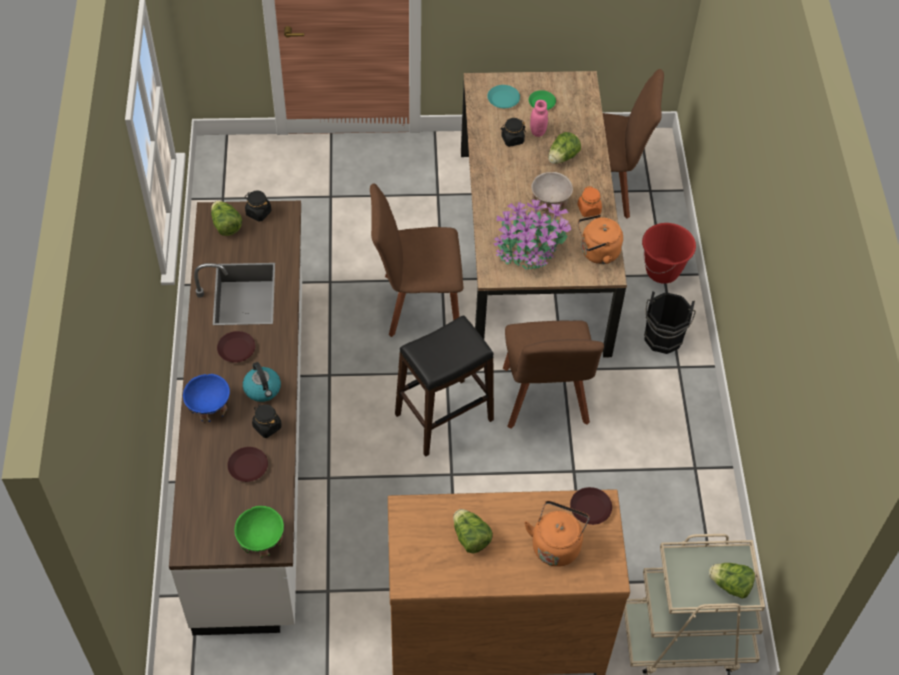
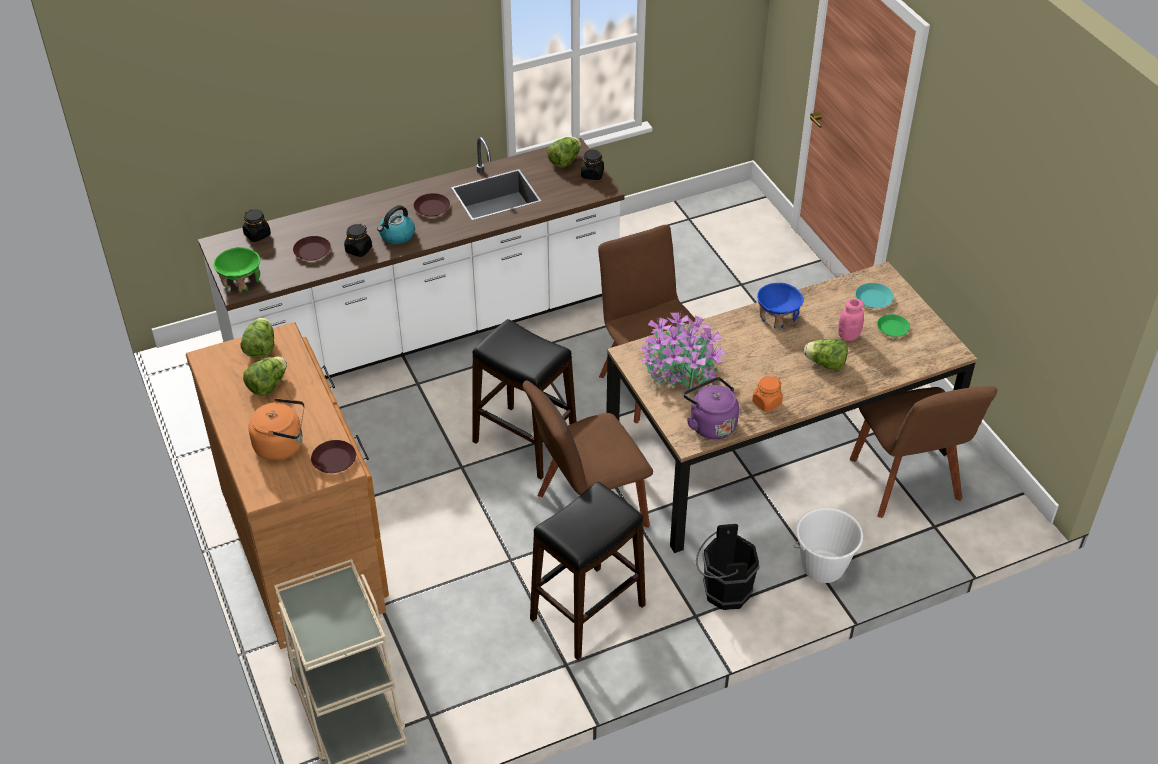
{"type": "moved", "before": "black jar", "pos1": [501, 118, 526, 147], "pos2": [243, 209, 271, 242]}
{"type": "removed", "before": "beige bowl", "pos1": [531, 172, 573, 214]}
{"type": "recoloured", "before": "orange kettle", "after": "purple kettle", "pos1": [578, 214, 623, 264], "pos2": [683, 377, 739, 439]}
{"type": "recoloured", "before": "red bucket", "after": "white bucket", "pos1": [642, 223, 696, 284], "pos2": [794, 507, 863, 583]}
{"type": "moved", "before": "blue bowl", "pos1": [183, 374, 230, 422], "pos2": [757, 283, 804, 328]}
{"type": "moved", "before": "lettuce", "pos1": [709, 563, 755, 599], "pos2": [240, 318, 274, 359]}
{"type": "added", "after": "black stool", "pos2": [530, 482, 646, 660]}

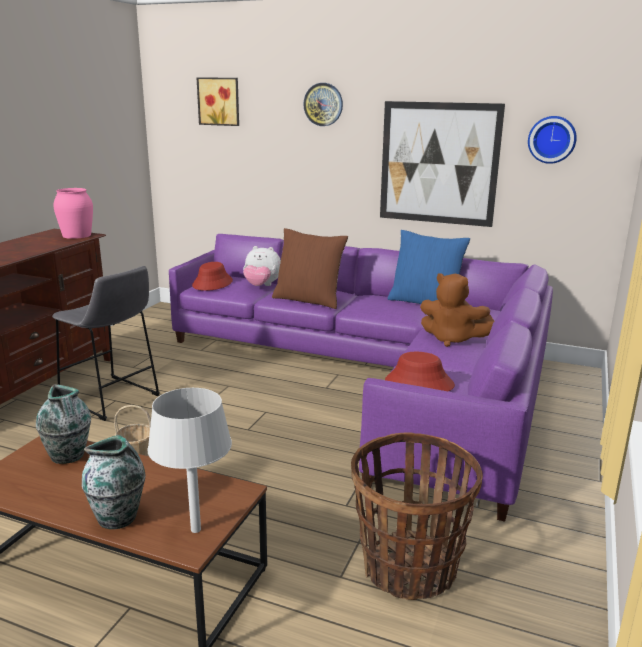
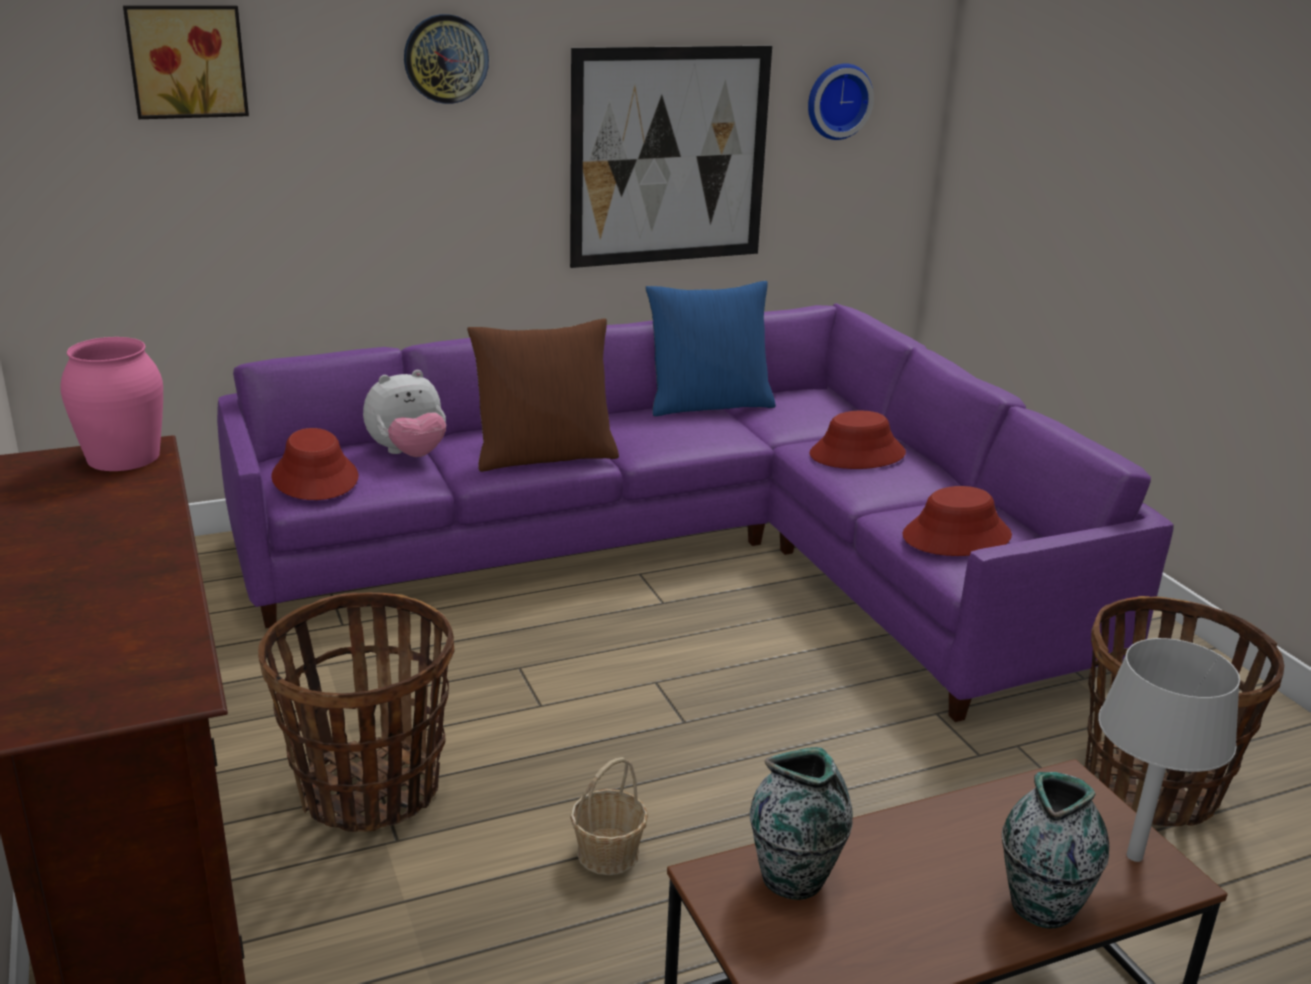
{"type": "replaced", "before": "grey stool", "after": "basket", "pos1": [52, 266, 160, 421], "pos2": [258, 592, 454, 832]}
{"type": "replaced", "before": "brown plush toy", "after": "red hat", "pos1": [420, 273, 494, 347], "pos2": [809, 411, 906, 469]}

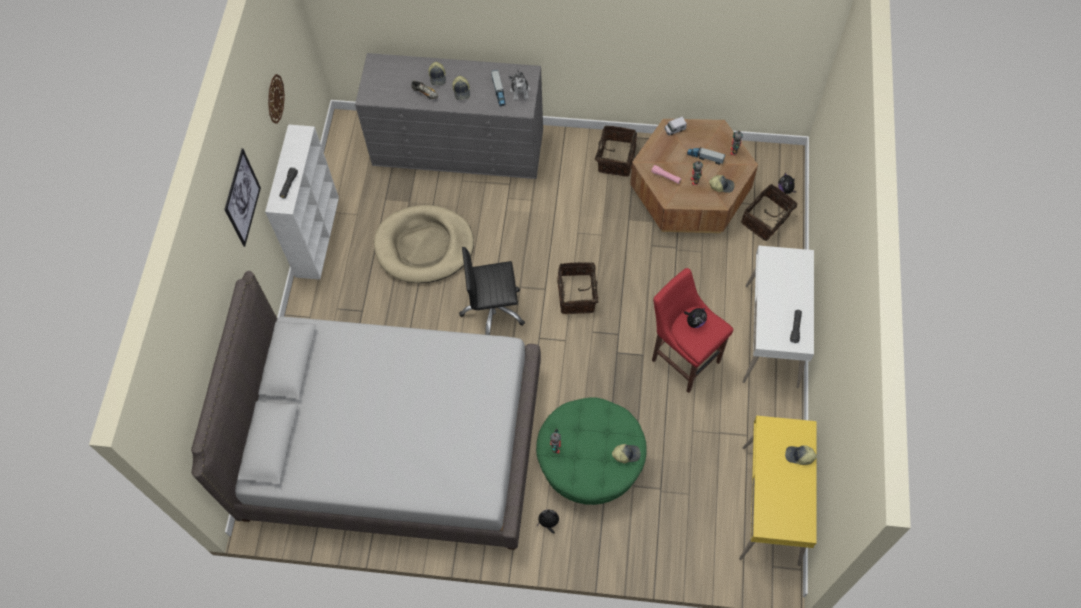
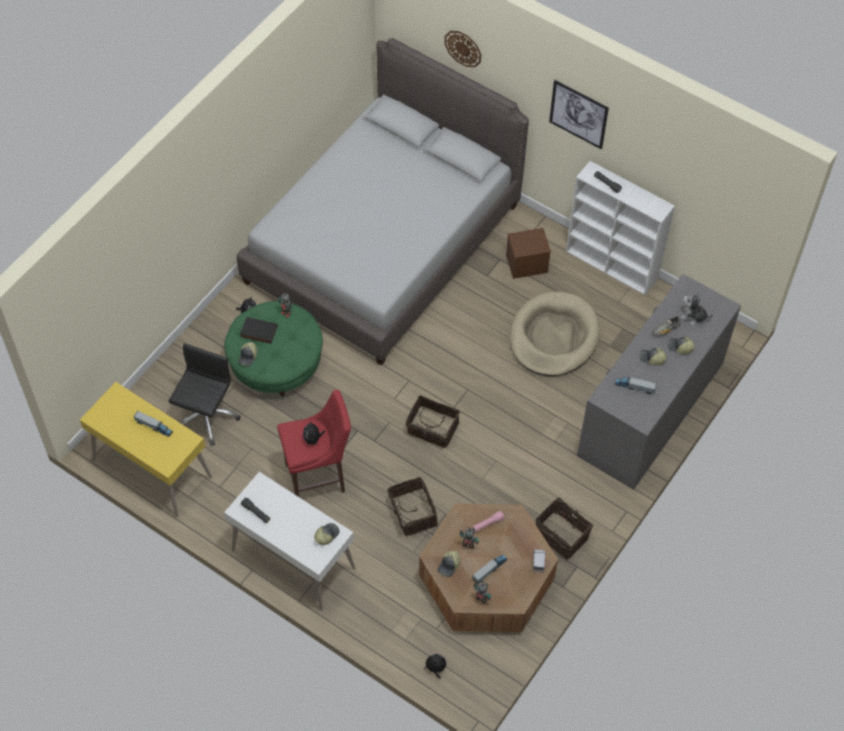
{"type": "moved", "before": "plush toy", "pos1": [508, 70, 530, 101], "pos2": [680, 291, 713, 326]}
{"type": "moved", "before": "wall clock", "pos1": [268, 74, 285, 124], "pos2": [444, 31, 481, 67]}
{"type": "moved", "before": "basket", "pos1": [741, 184, 797, 241], "pos2": [388, 477, 438, 536]}
{"type": "moved", "before": "black office chair", "pos1": [459, 247, 525, 335], "pos2": [169, 343, 240, 446]}
{"type": "moved", "before": "cap", "pos1": [785, 445, 817, 465], "pos2": [315, 523, 340, 545]}
{"type": "added", "after": "brown storage box", "pos2": [506, 228, 551, 279]}
{"type": "added", "after": "black book", "pos2": [240, 317, 278, 344]}
{"type": "added", "after": "toy truck", "pos2": [133, 411, 173, 437]}

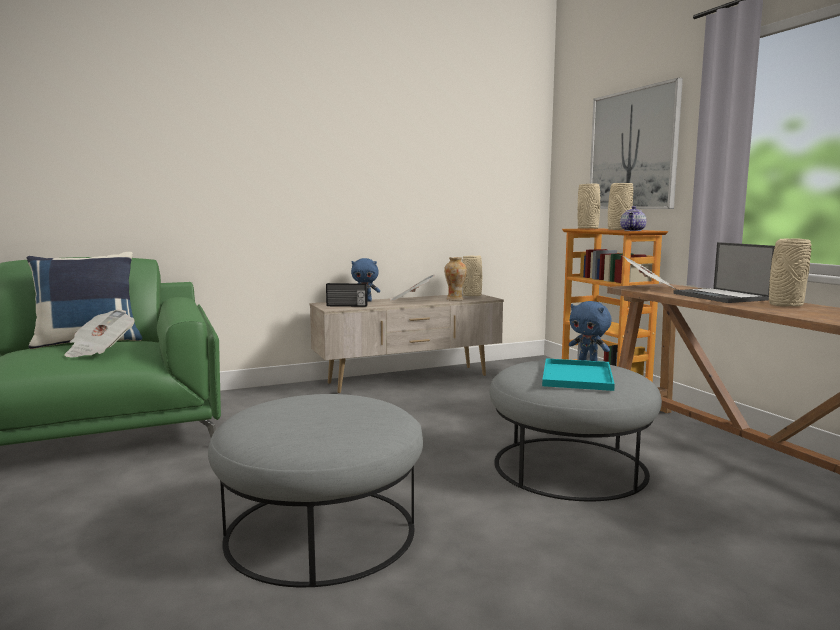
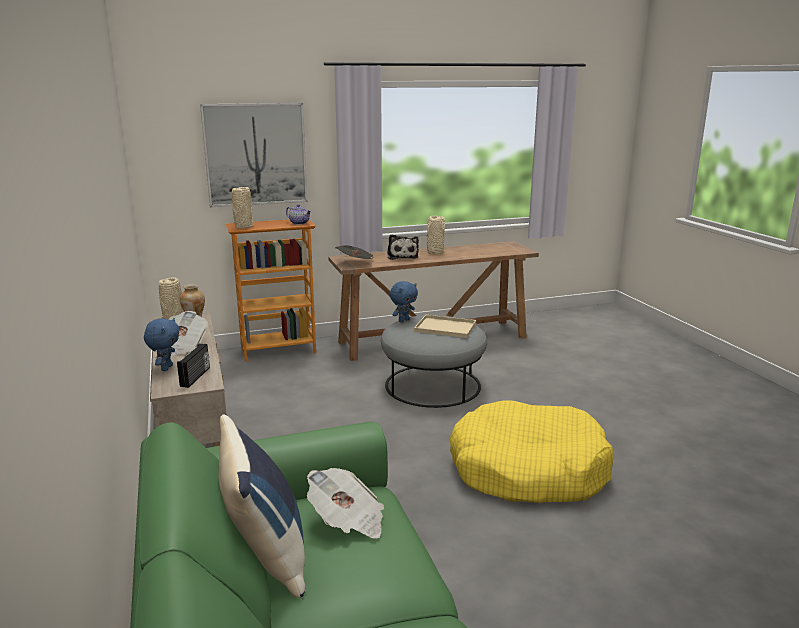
{"type": "removed", "before": "beige vase", "pos1": [608, 183, 633, 230]}
{"type": "replaced", "before": "laptop", "after": "plush toy", "pos1": [673, 242, 775, 303], "pos2": [387, 234, 419, 260]}
{"type": "recoloured", "before": "turquoise tray", "after": "beige tray", "pos1": [542, 358, 615, 391], "pos2": [414, 315, 476, 338]}
{"type": "replaced", "before": "grey ottoman", "after": "yellow dog bed", "pos1": [208, 394, 423, 587], "pos2": [450, 400, 614, 503]}

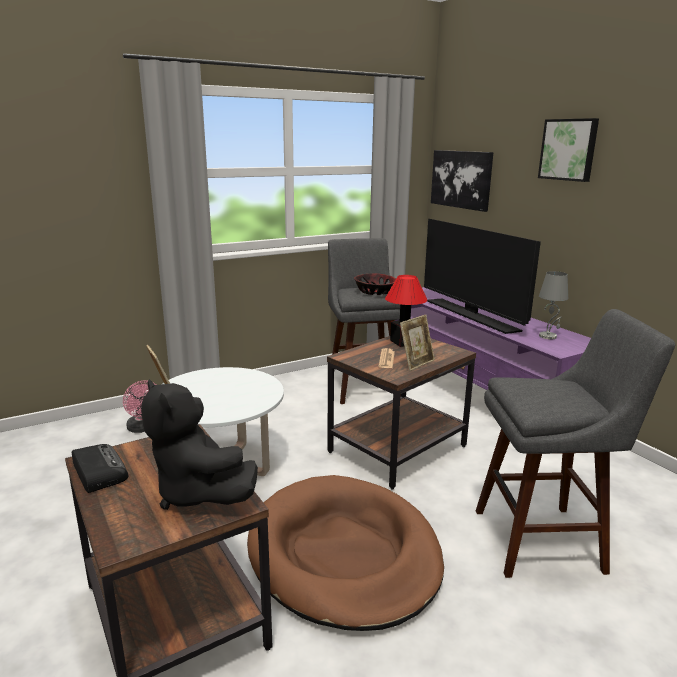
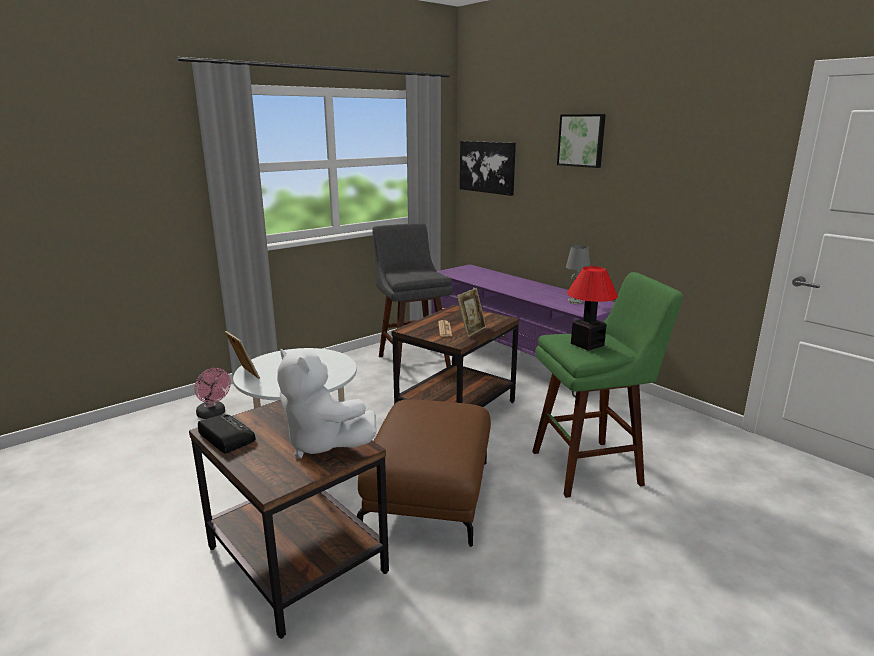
{"type": "removed", "before": "television", "pos1": [424, 219, 541, 334]}
{"type": "removed", "before": "bowl", "pos1": [354, 273, 396, 295]}
{"type": "moved", "before": "table lamp", "pos1": [385, 275, 427, 347], "pos2": [567, 266, 618, 351]}
{"type": "recoloured", "before": "grey stool", "after": "green stool", "pos1": [476, 309, 675, 578], "pos2": [532, 272, 683, 498]}
{"type": "recoloured", "before": "black plush toy", "after": "white plush toy", "pos1": [141, 379, 258, 510], "pos2": [277, 348, 377, 459]}
{"type": "replaced", "before": "brown dog bed", "after": "brown ottoman", "pos1": [247, 475, 444, 631], "pos2": [357, 399, 491, 547]}

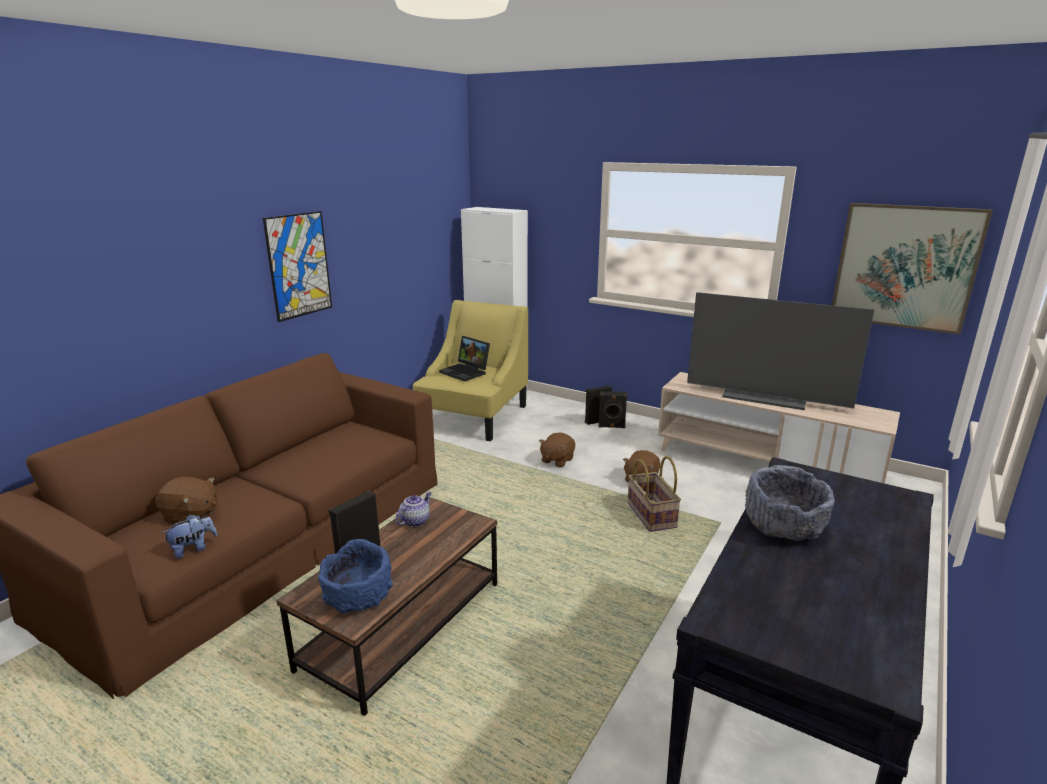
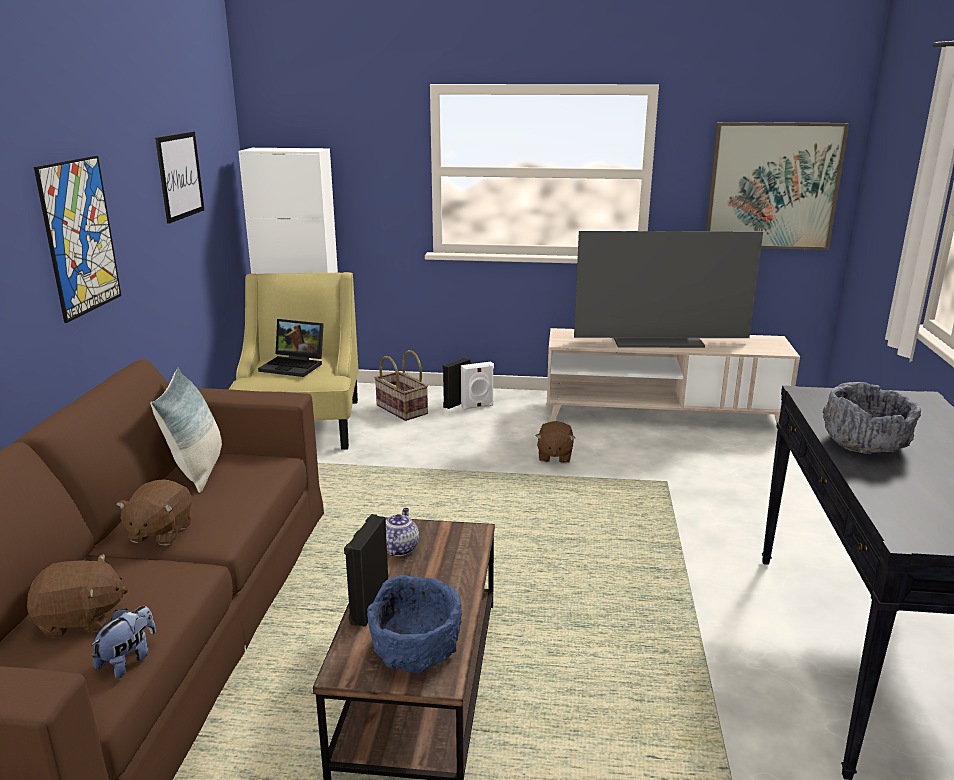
{"type": "recoloured", "before": "black speaker", "after": "white speaker", "pos1": [599, 391, 627, 428], "pos2": [461, 362, 494, 410]}
{"type": "moved", "before": "brown plush toy", "pos1": [539, 433, 575, 467], "pos2": [116, 479, 192, 546]}
{"type": "moved", "before": "basket", "pos1": [627, 456, 681, 532], "pos2": [374, 350, 428, 421]}
{"type": "added", "after": "picture", "pos2": [155, 132, 204, 224]}
{"type": "added", "after": "pillow", "pos2": [151, 368, 222, 493]}

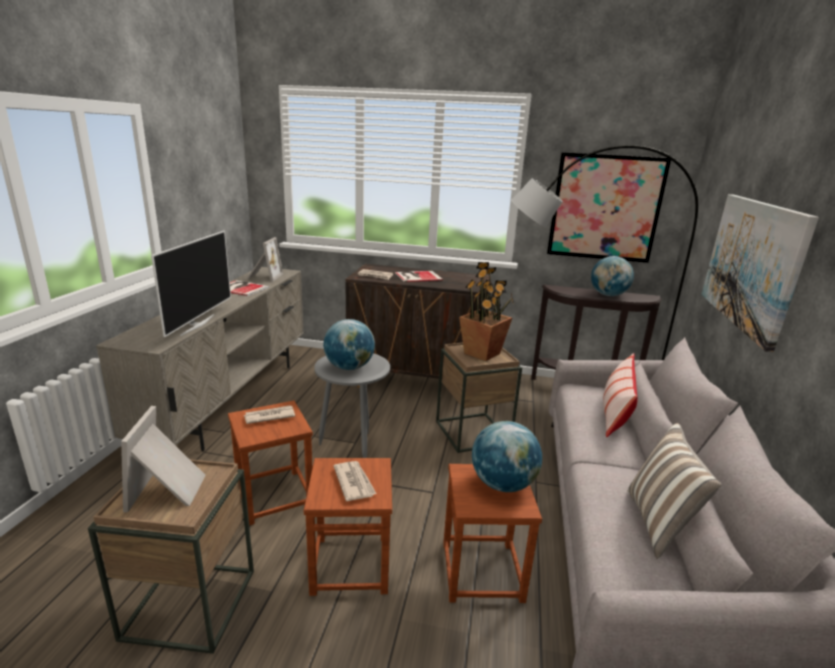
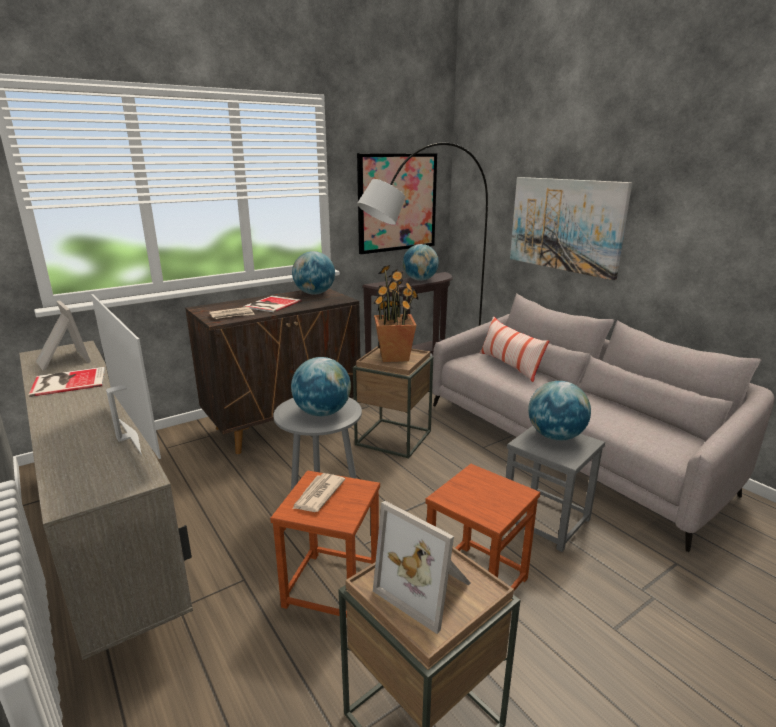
{"type": "removed", "before": "pillow", "pos1": [628, 423, 722, 559]}
{"type": "removed", "before": "newspaper", "pos1": [334, 461, 376, 501]}
{"type": "recoloured", "before": "brown stool", "after": "grey stool", "pos1": [443, 464, 542, 603], "pos2": [506, 426, 605, 552]}
{"type": "added", "after": "globe", "pos2": [292, 251, 335, 295]}

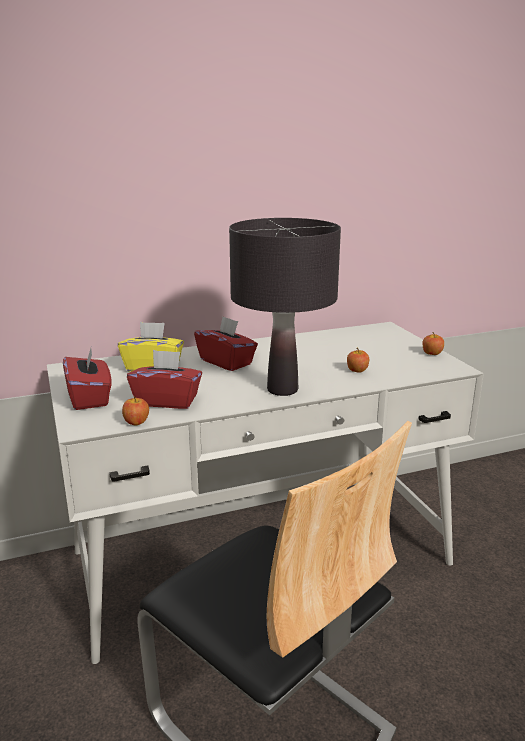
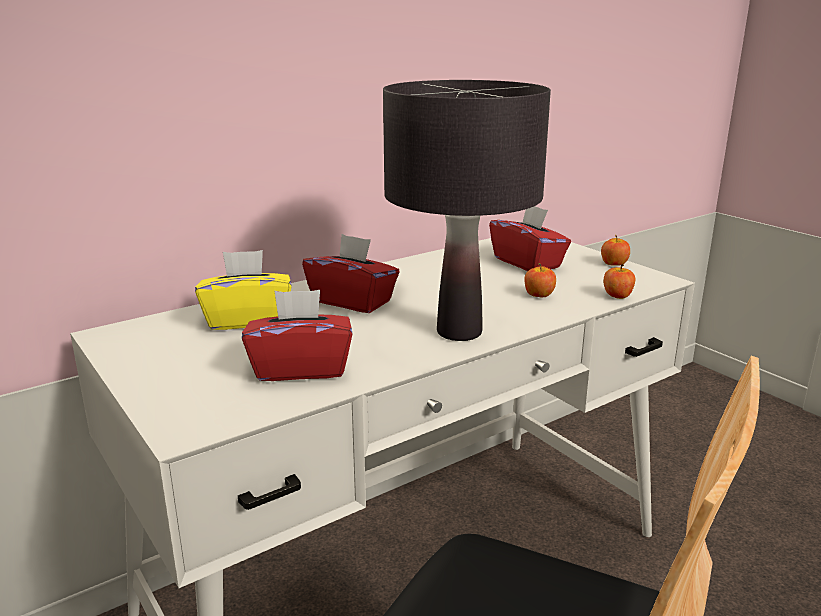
{"type": "moved", "before": "red tissue box", "pos1": [63, 345, 112, 410], "pos2": [489, 206, 571, 271]}
{"type": "moved", "before": "apple", "pos1": [122, 396, 149, 425], "pos2": [604, 264, 635, 299]}

